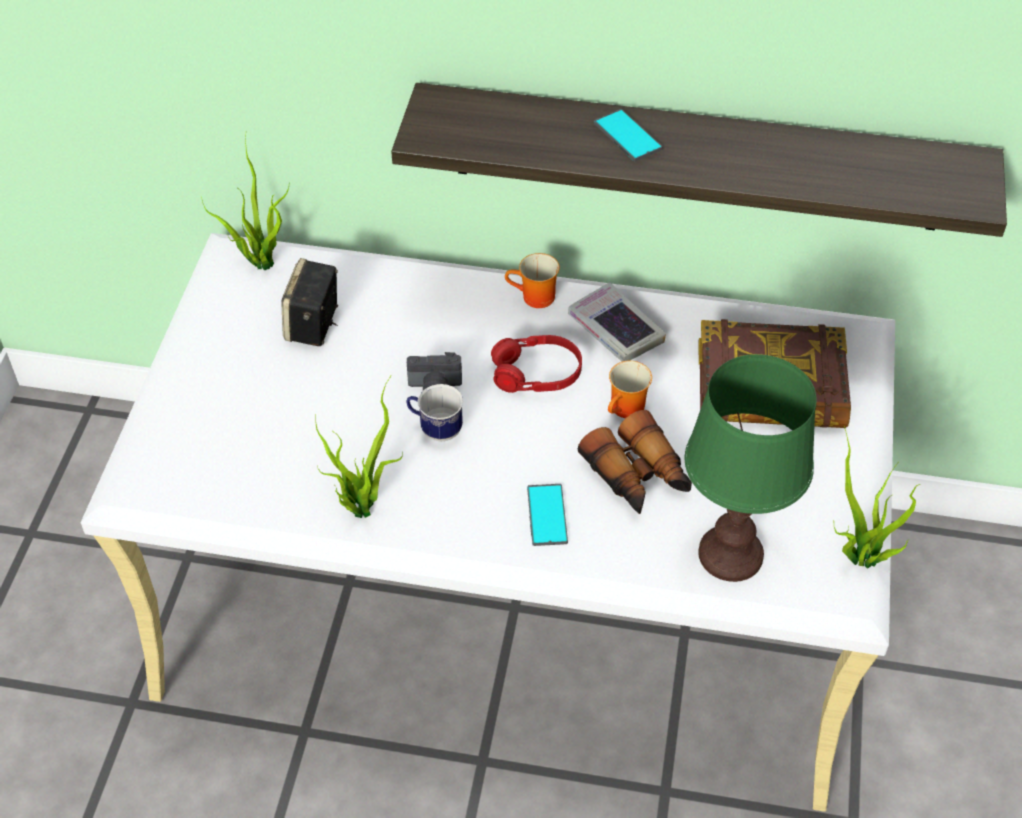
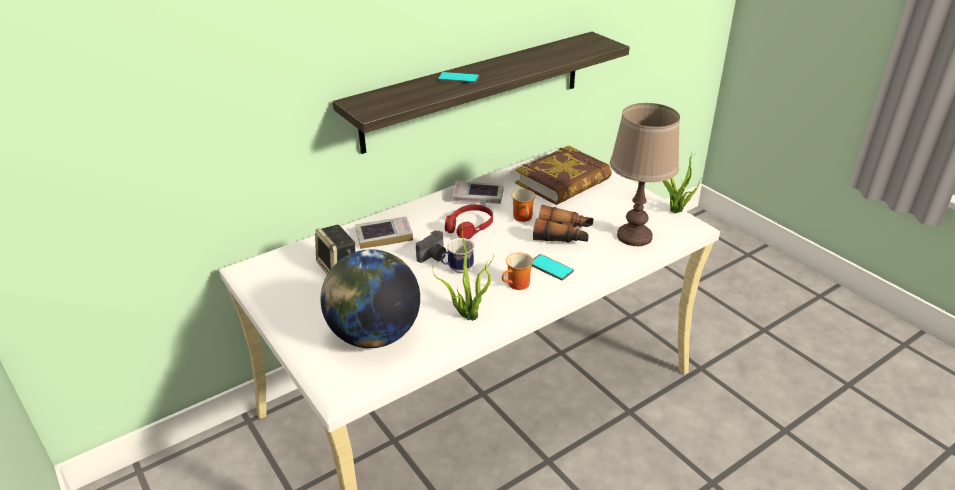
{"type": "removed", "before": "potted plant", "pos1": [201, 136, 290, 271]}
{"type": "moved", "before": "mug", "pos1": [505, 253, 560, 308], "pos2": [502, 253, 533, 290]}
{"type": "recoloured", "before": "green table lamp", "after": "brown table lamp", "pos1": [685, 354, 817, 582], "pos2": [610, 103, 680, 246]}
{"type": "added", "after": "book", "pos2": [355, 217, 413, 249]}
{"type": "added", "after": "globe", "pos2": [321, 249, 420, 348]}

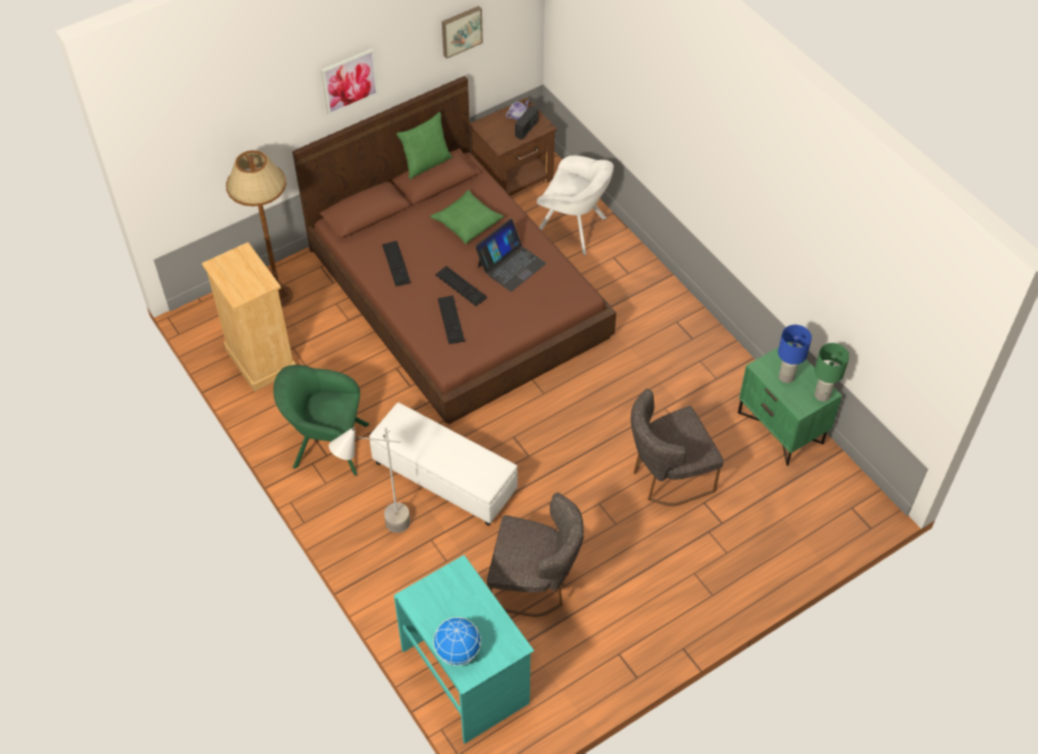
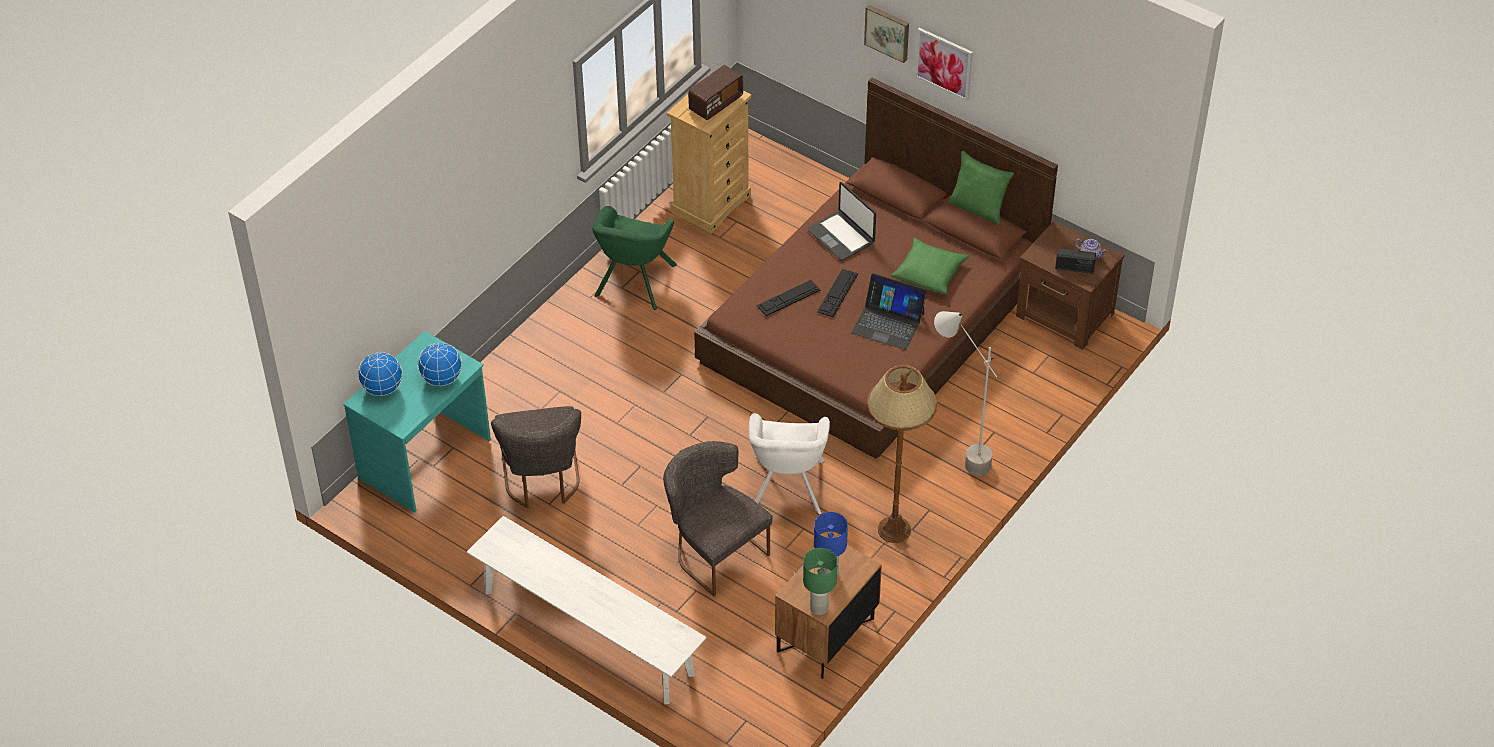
{"type": "moved", "before": "picture", "pos1": [442, 6, 483, 59], "pos2": [864, 5, 909, 63]}
{"type": "moved", "before": "brown floor lamp", "pos1": [226, 150, 293, 306], "pos2": [867, 365, 937, 543]}
{"type": "moved", "before": "white armchair", "pos1": [537, 156, 614, 256], "pos2": [749, 413, 830, 515]}
{"type": "replaced", "before": "keyboard", "after": "laptop", "pos1": [382, 241, 411, 286], "pos2": [807, 182, 876, 261]}
{"type": "recoloured", "before": "green nightstand", "after": "brown nightstand", "pos1": [738, 342, 842, 466], "pos2": [775, 537, 882, 679]}
{"type": "turned", "before": "green armchair", "pos1": [273, 365, 369, 476], "pos2": [592, 206, 677, 310], "turn": -150}
{"type": "removed", "before": "white ottoman", "pos1": [369, 402, 518, 526]}
{"type": "moved", "before": "grey floor lamp", "pos1": [329, 426, 410, 533], "pos2": [934, 311, 997, 476]}
{"type": "added", "after": "radio", "pos2": [688, 65, 743, 120]}
{"type": "added", "after": "globe", "pos2": [418, 342, 462, 387]}
{"type": "added", "after": "white bench", "pos2": [467, 516, 707, 704]}

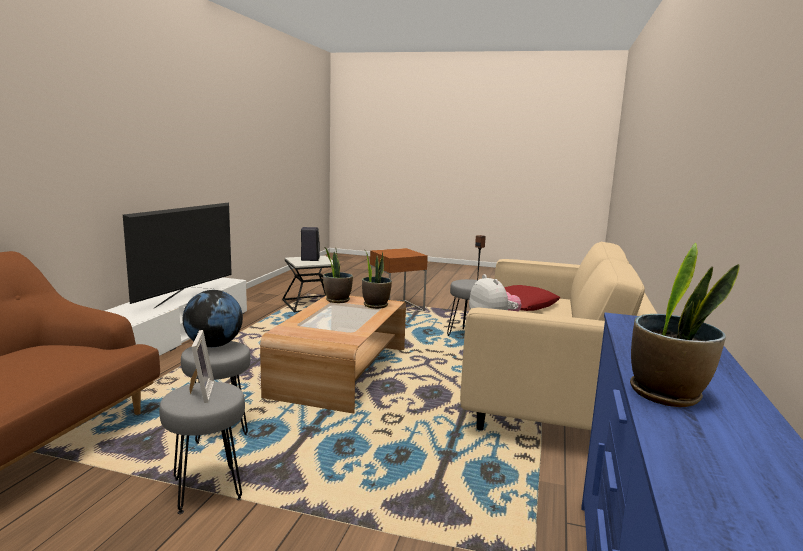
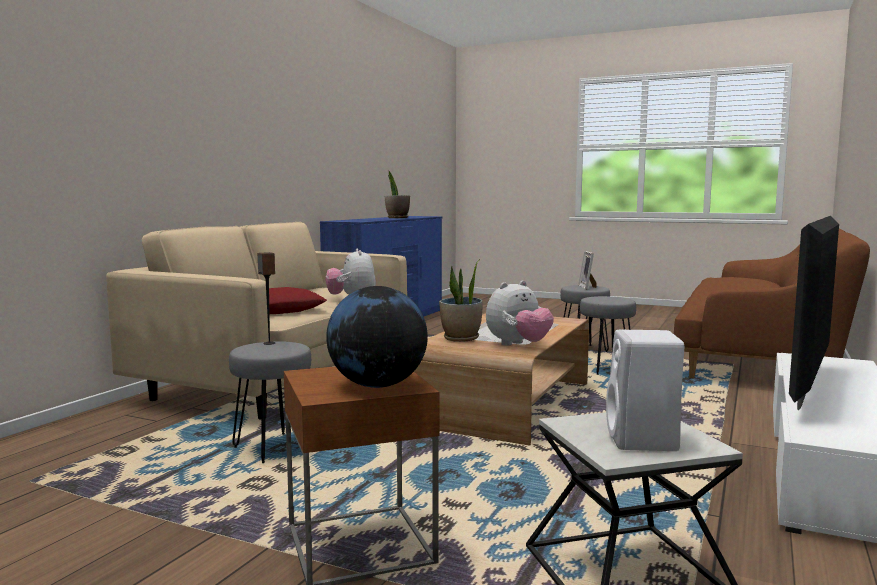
{"type": "recoloured", "before": "black speaker", "after": "white speaker", "pos1": [301, 227, 320, 261], "pos2": [606, 330, 684, 451]}
{"type": "replaced", "before": "potted plant", "after": "plush toy", "pos1": [323, 248, 353, 303], "pos2": [486, 280, 554, 346]}
{"type": "moved", "before": "globe", "pos1": [183, 290, 243, 347], "pos2": [326, 286, 428, 388]}

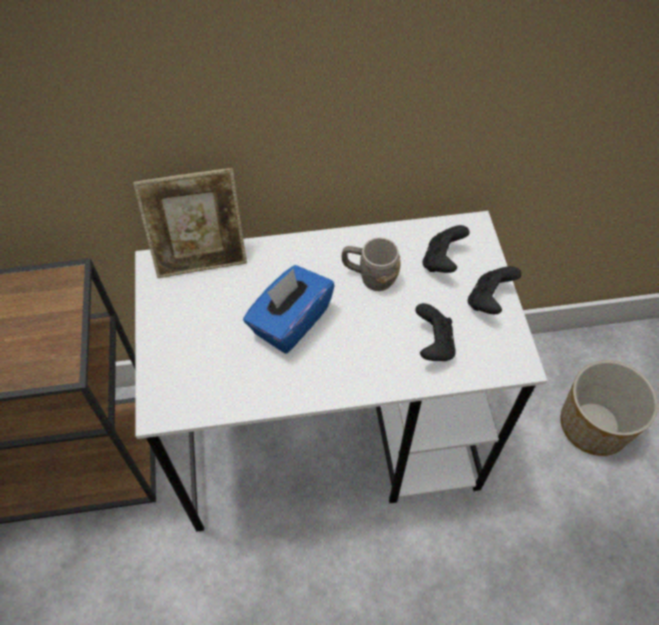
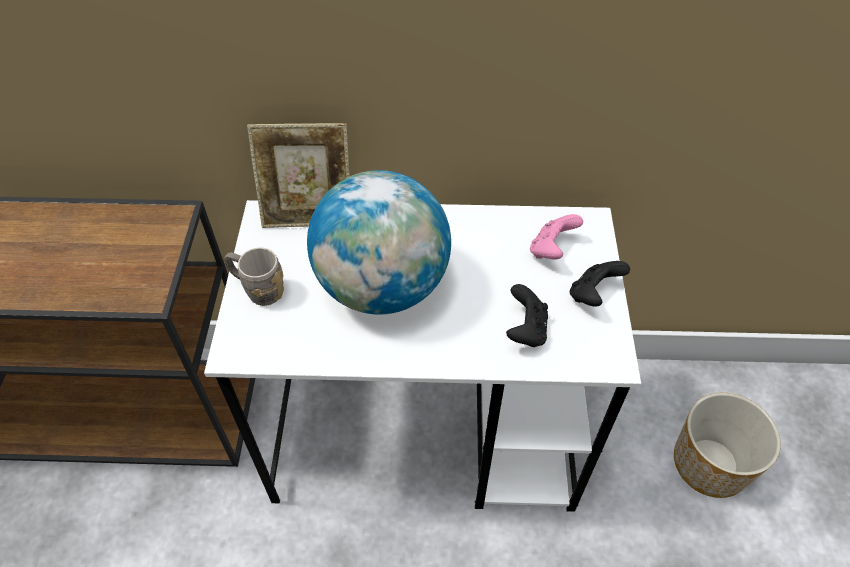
{"type": "recoloured", "before": "black game controller", "after": "pink game controller", "pos1": [423, 225, 469, 273], "pos2": [530, 214, 583, 259]}
{"type": "moved", "before": "grey mug", "pos1": [342, 237, 401, 291], "pos2": [224, 248, 284, 306]}
{"type": "replaced", "before": "blue tissue box", "after": "globe", "pos1": [243, 265, 335, 353], "pos2": [307, 170, 451, 315]}

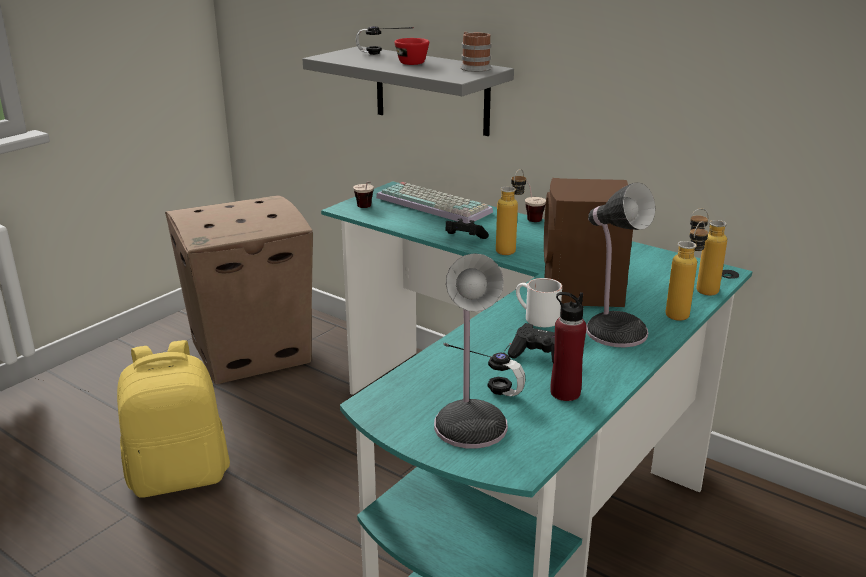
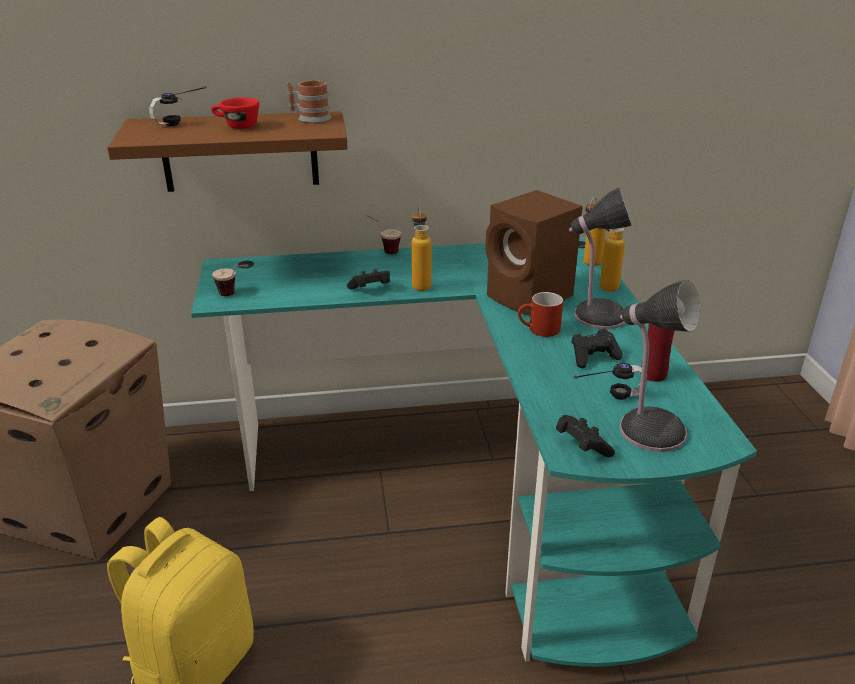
{"type": "recoloured", "before": "grey shelf", "after": "brown shelf", "pos1": [302, 46, 514, 136], "pos2": [107, 111, 348, 192]}
{"type": "removed", "before": "keyboard", "pos1": [376, 182, 493, 224]}
{"type": "recoloured", "before": "white mug", "after": "red mug", "pos1": [516, 278, 562, 327], "pos2": [518, 292, 563, 337]}
{"type": "added", "after": "black game controller", "pos2": [556, 415, 615, 457]}

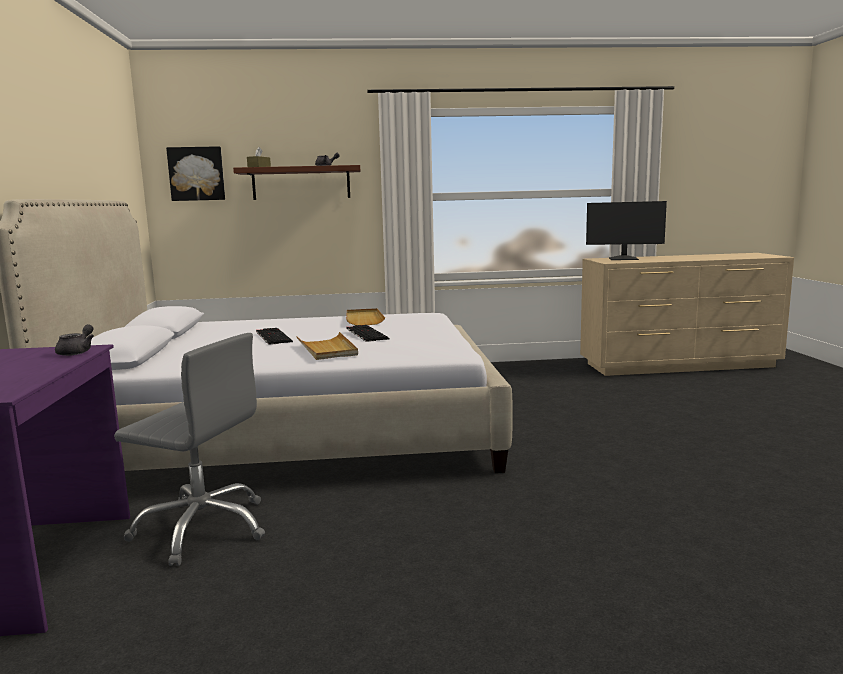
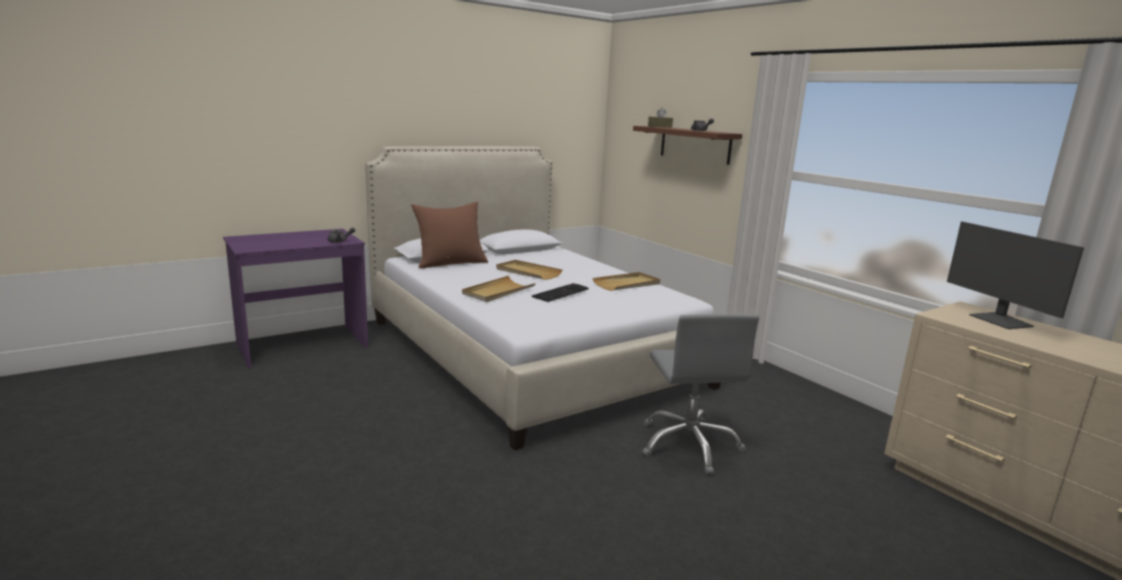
{"type": "removed", "before": "picture", "pos1": [166, 146, 225, 201]}
{"type": "replaced", "before": "keyboard", "after": "beige tray", "pos1": [256, 328, 293, 345], "pos2": [496, 260, 562, 280]}
{"type": "moved", "before": "grey office chair", "pos1": [114, 333, 265, 566], "pos2": [642, 314, 759, 475]}
{"type": "added", "after": "brown pillow", "pos2": [411, 201, 488, 268]}

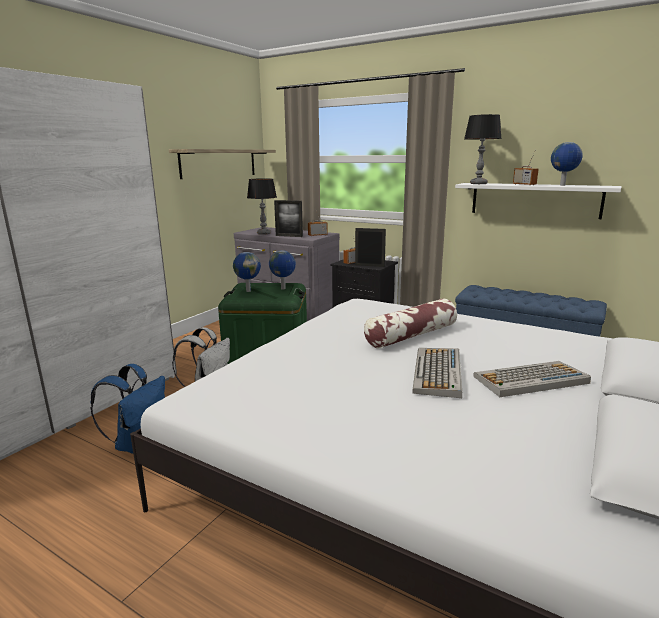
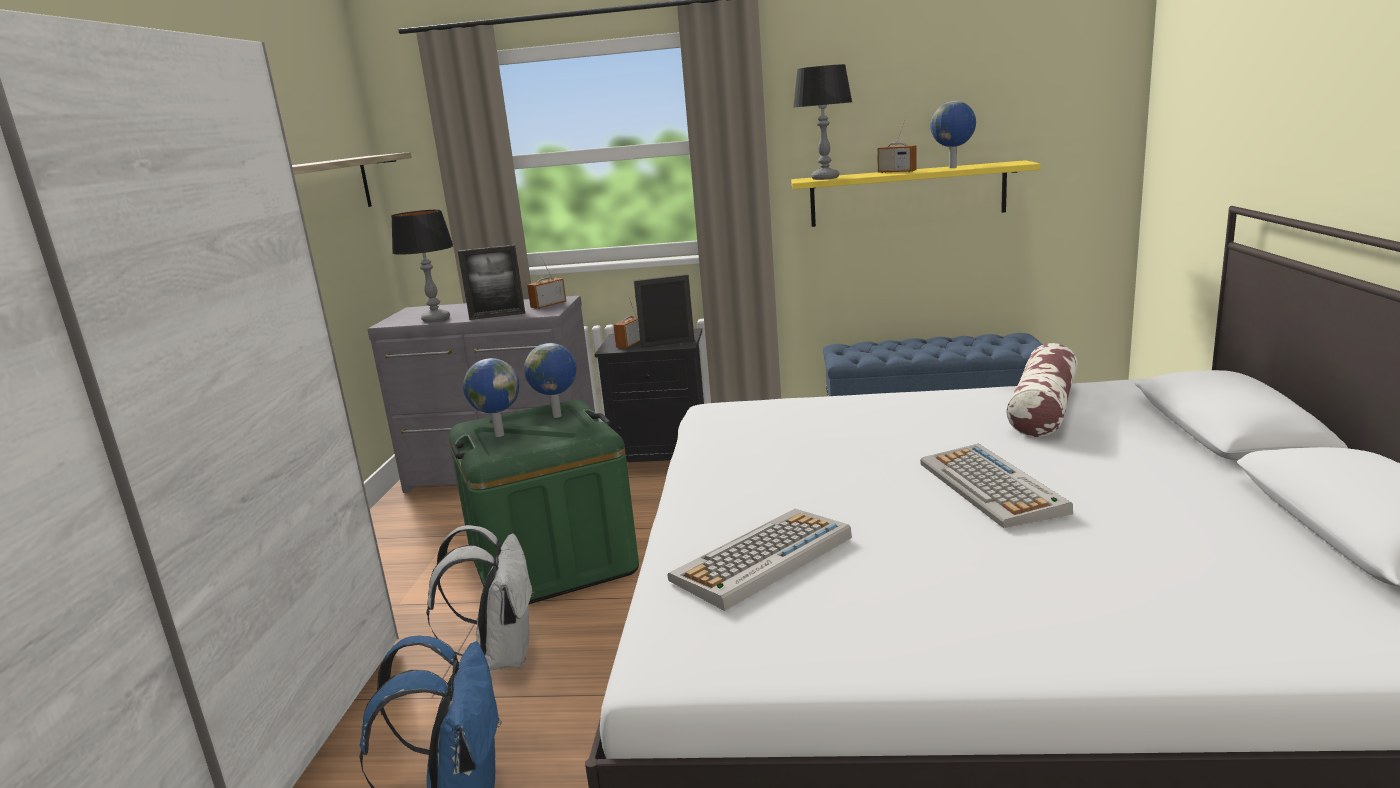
{"type": "recoloured", "before": "white shelf", "after": "yellow shelf", "pos1": [455, 183, 622, 219], "pos2": [791, 160, 1041, 227]}
{"type": "moved", "before": "pillow", "pos1": [364, 298, 457, 348], "pos2": [1006, 343, 1078, 437]}
{"type": "moved", "before": "keyboard", "pos1": [473, 361, 591, 397], "pos2": [667, 509, 852, 611]}

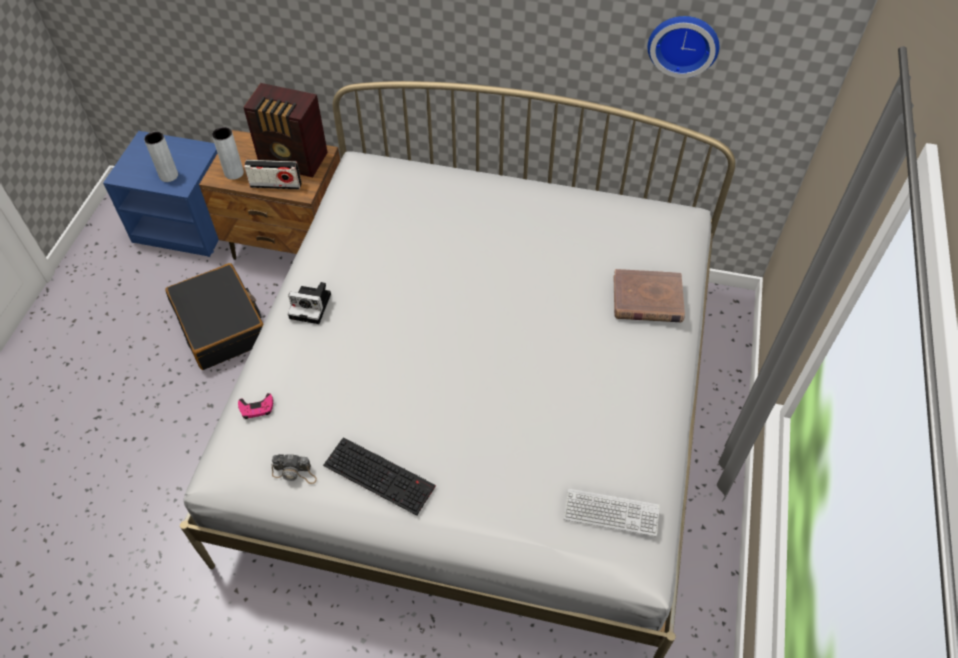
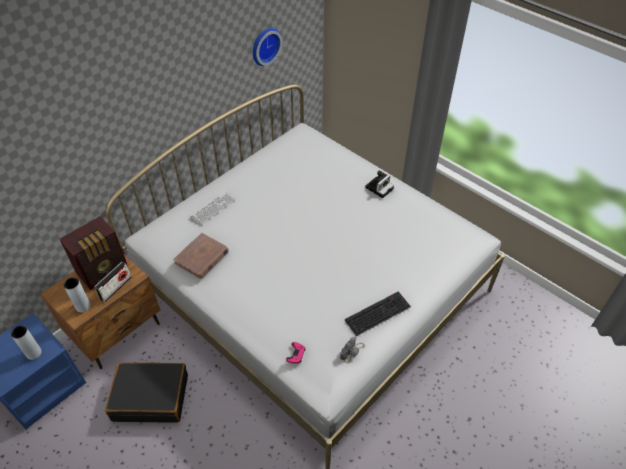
{"type": "moved", "before": "brown book", "pos1": [613, 269, 685, 323], "pos2": [173, 233, 229, 279]}
{"type": "moved", "before": "photo camera", "pos1": [288, 282, 331, 324], "pos2": [365, 171, 394, 198]}
{"type": "moved", "before": "keyboard", "pos1": [564, 489, 660, 536], "pos2": [190, 191, 235, 225]}

